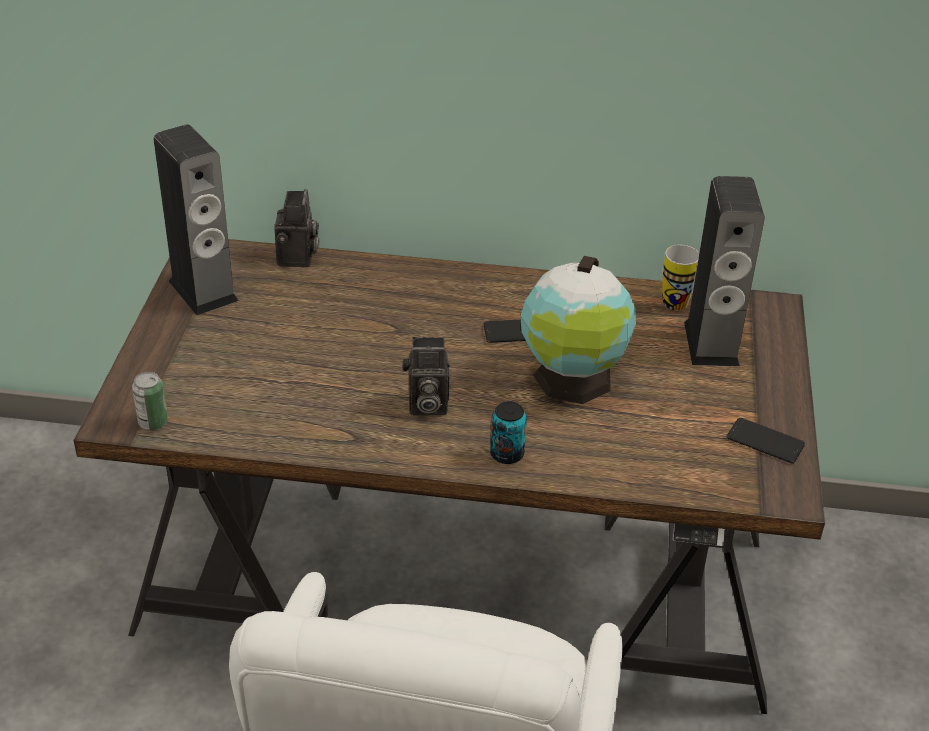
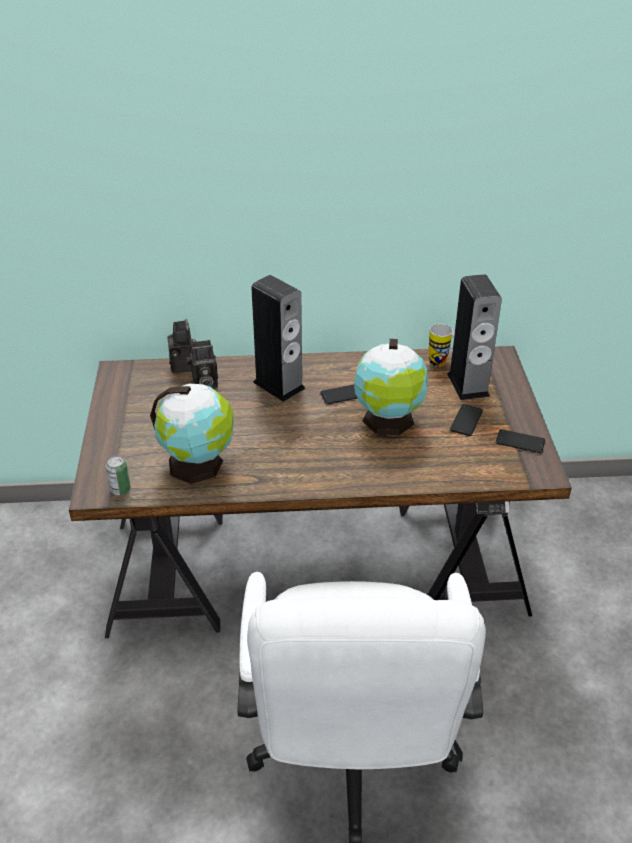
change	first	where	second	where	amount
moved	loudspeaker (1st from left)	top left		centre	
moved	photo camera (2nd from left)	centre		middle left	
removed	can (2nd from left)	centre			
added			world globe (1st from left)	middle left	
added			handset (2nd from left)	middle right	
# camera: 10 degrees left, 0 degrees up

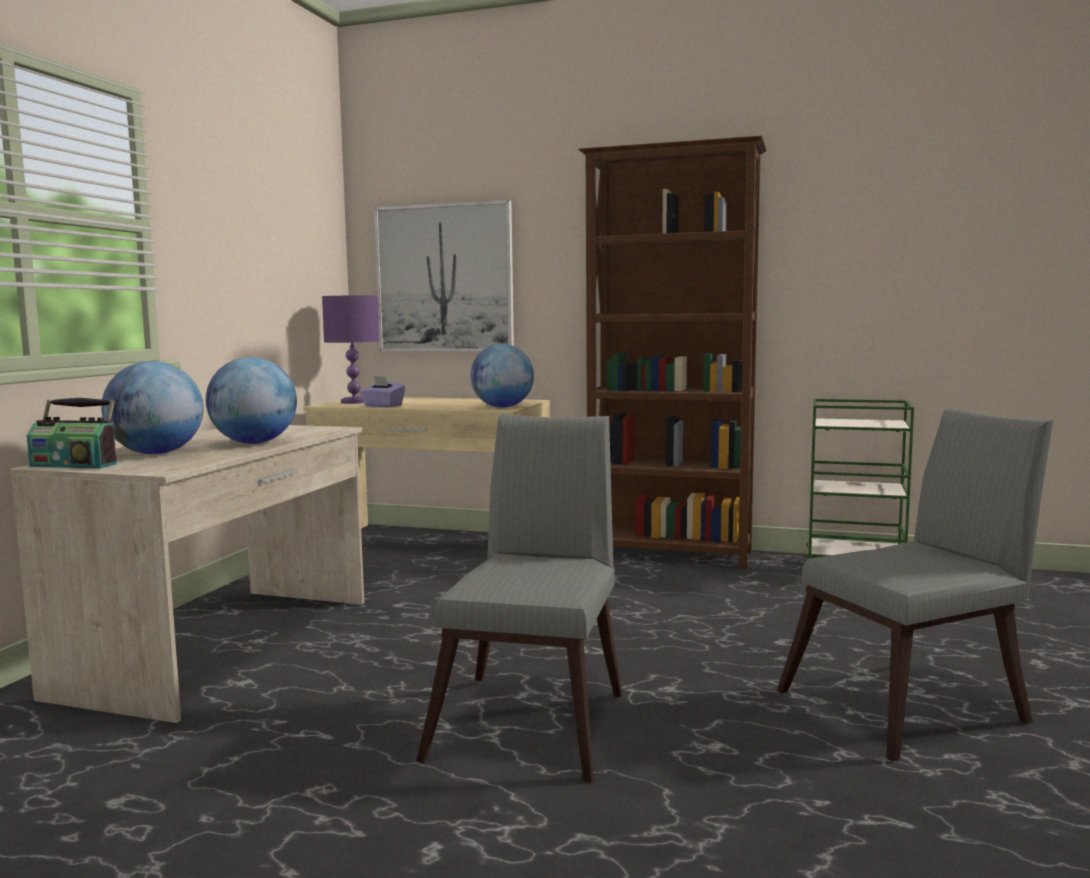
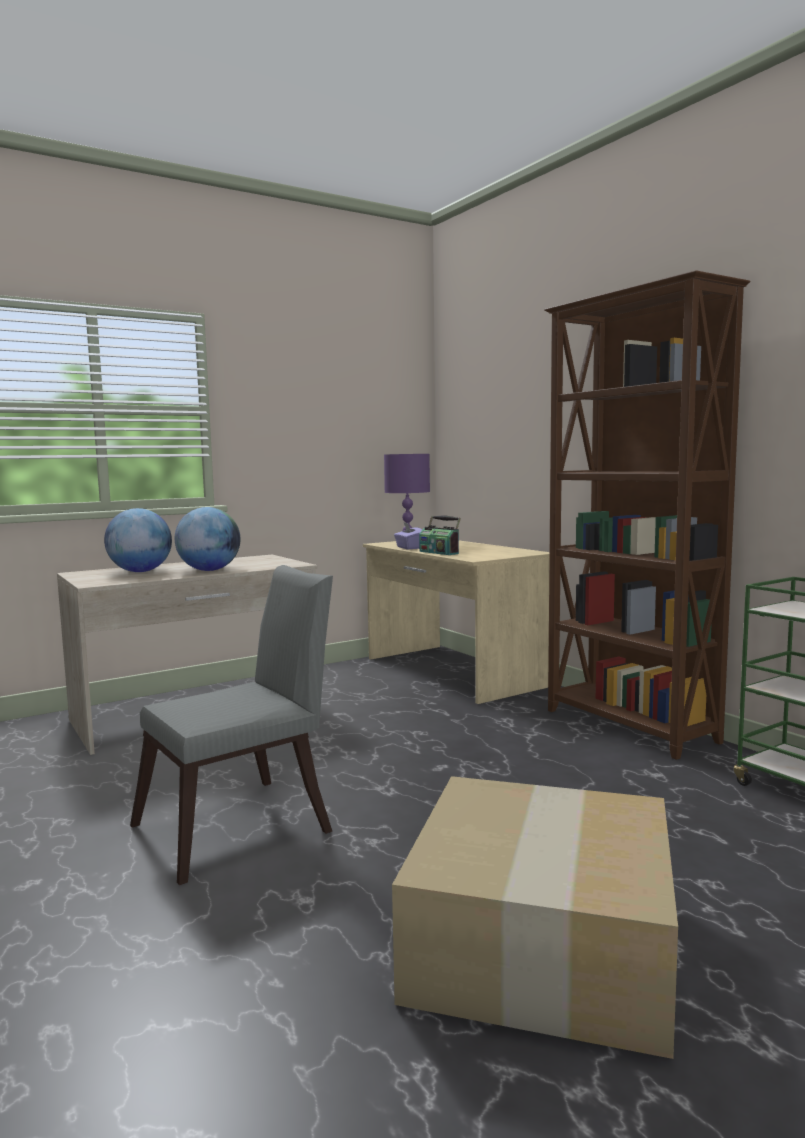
change	first	where	second	where	amount
removed	picture	top centre			
removed	world globe (3rd from left)	centre			
moved	radio receiver	middle left		centre	
replaced	greyish plain chair (2nd from left)	middle right	carton	bottom centre	
# camera: 40 degrees right, 0 degrees up

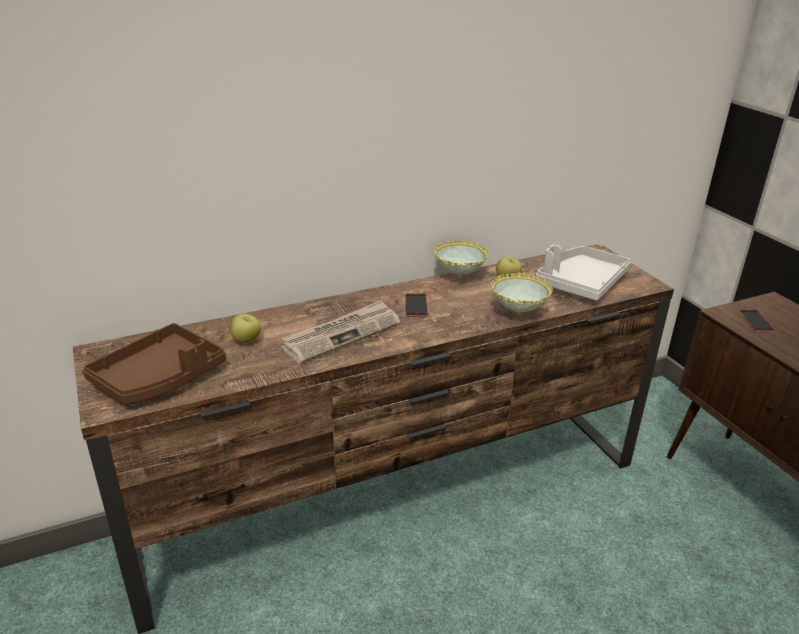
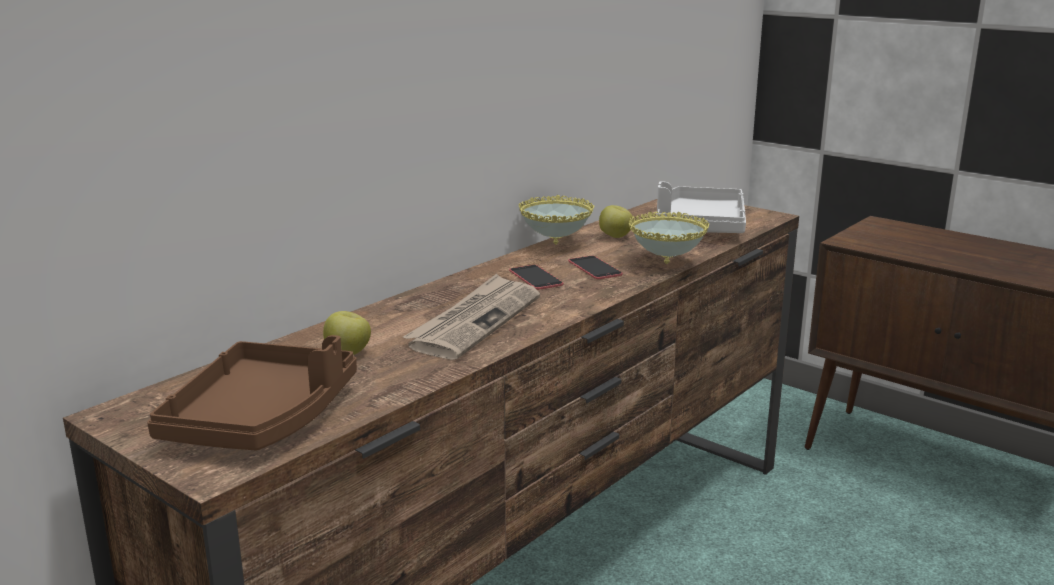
change	first	where	second	where	amount
moved	handset (2nd from left)	middle right		centre	
# camera: 25 degrees left, 10 degrees down

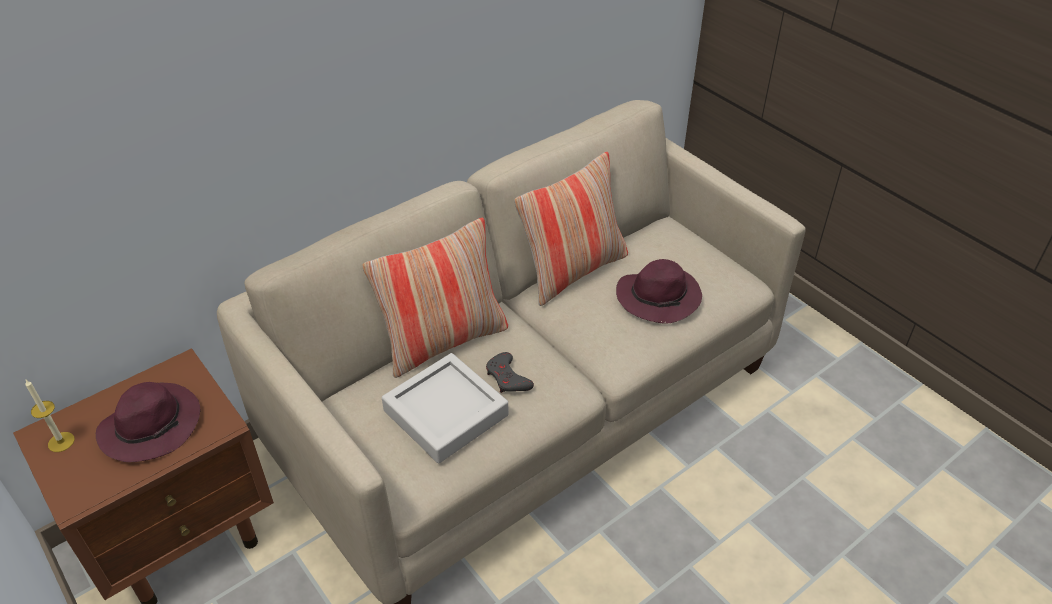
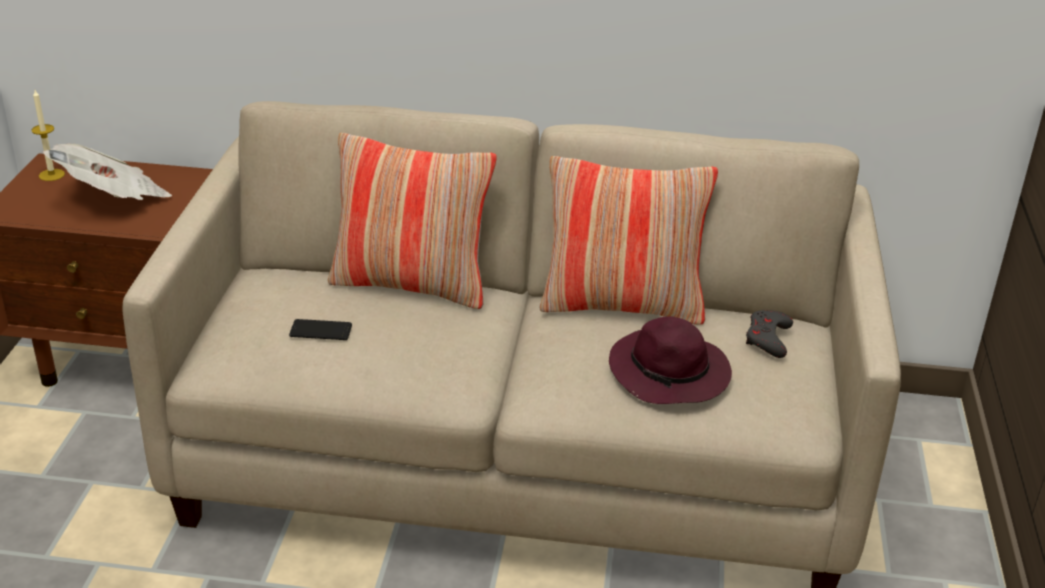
change	first	where	second	where	amount
moved	greyish joypad	centre		middle right	
replaced	greyish carrying tray	bottom centre	handset	middle left	
replaced	purple wearable hat (1st from left)	bottom left	newspaper	top left	
# camera: 45 degrees right, 10 degrees down

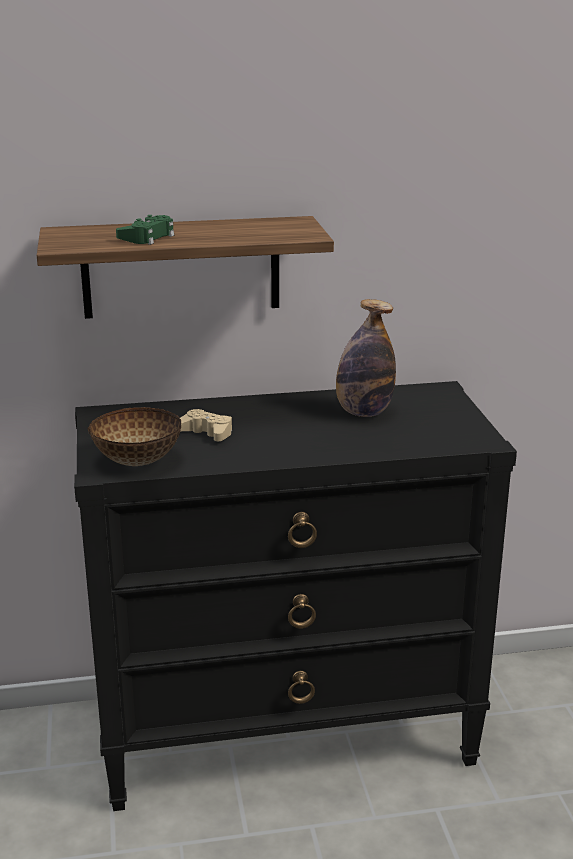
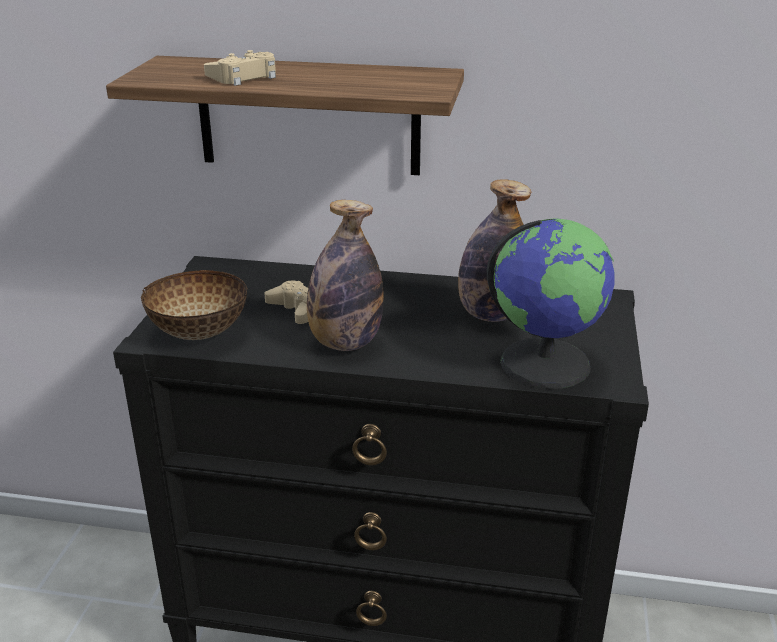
change	first	where	second	where	amount
recoloured	green joypad	top left	sand-coloured joypad (1st from left)	top left	
added			bottle (1st from left)	centre	
added			world globe	middle right	
# camera: 20 degrees right, 5 degrees up

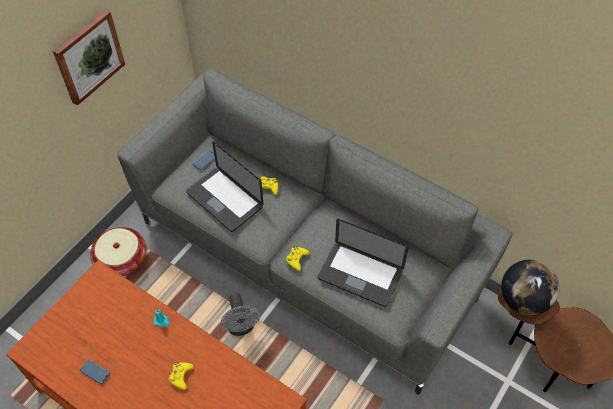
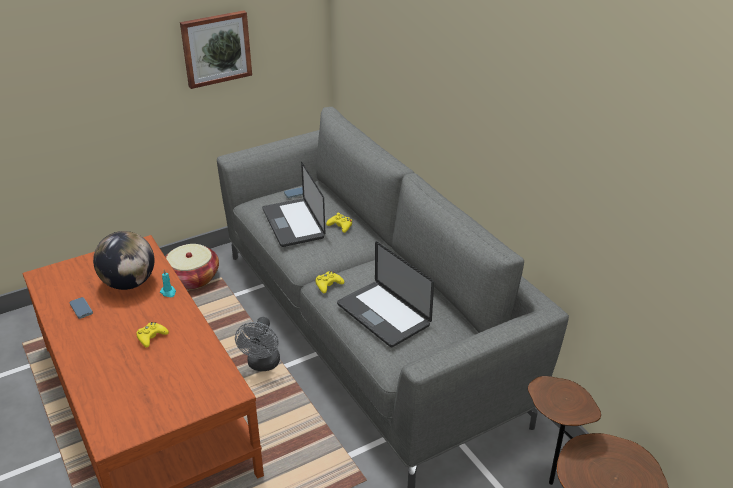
change	first	where	second	where	amount
moved	world globe	bottom right		middle left	
# camera: 25 degrees right, 20 degrees down

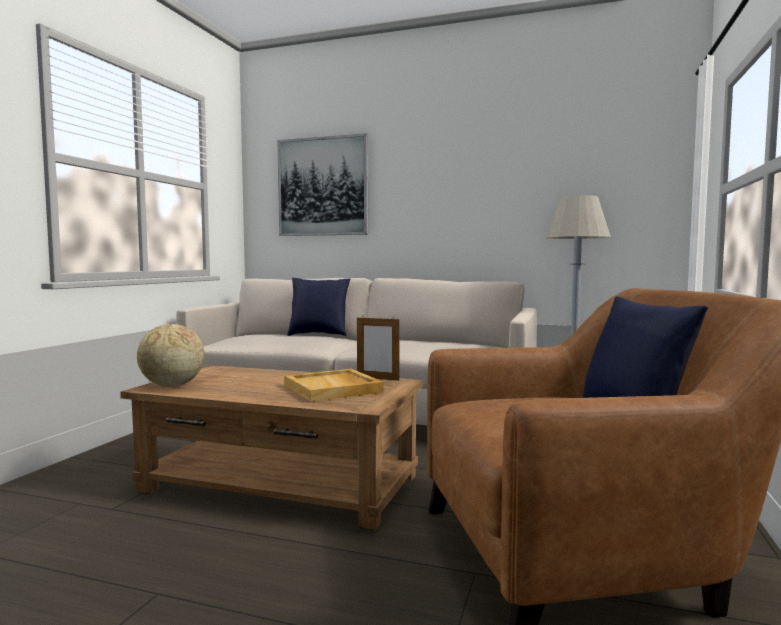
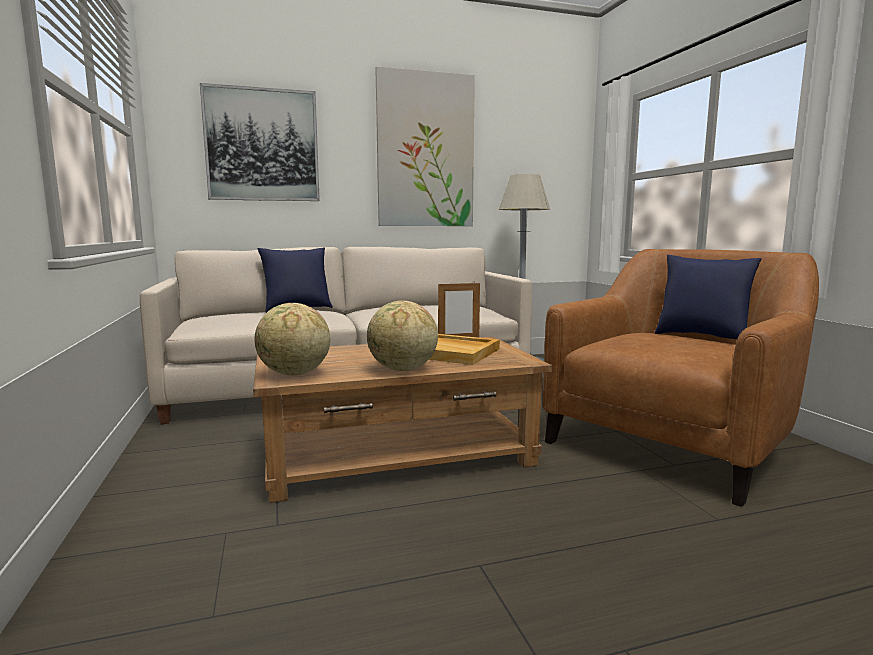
change	first	where	second	where	amount
added			picture (2nd from left)	top centre	
added			world globe (2nd from left)	centre	
# camera: 35 degrees left, 5 degrees up

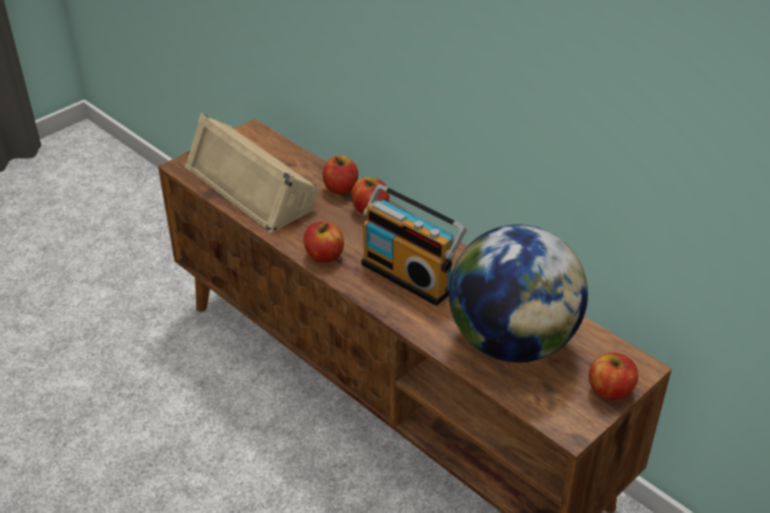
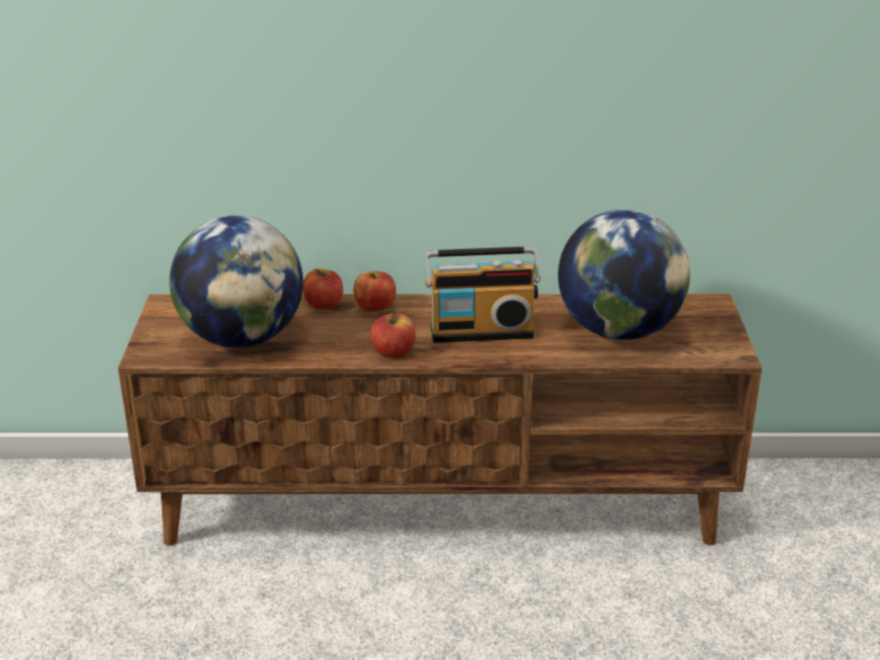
change	first	where	second	where	amount
replaced	sand-coloured loudspeaker	middle left	world globe (1st from left)	middle left	
removed	whole apple (4th from left)	bottom right			
# camera: 45 degrees left, 10 degrees down

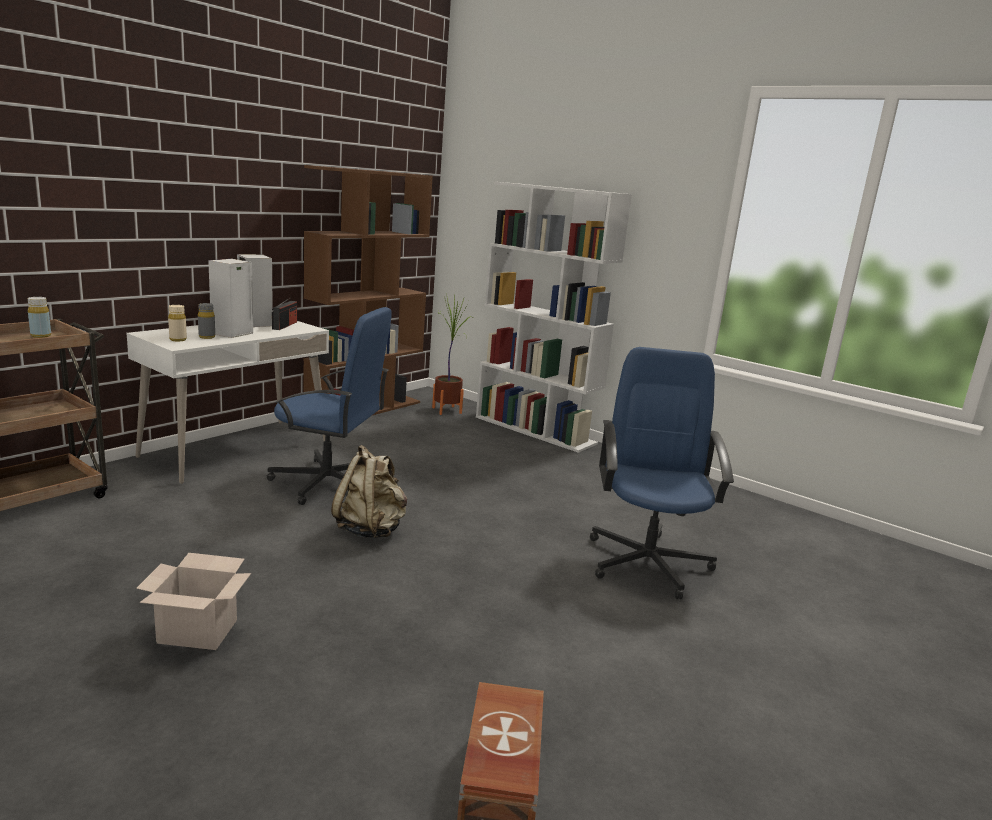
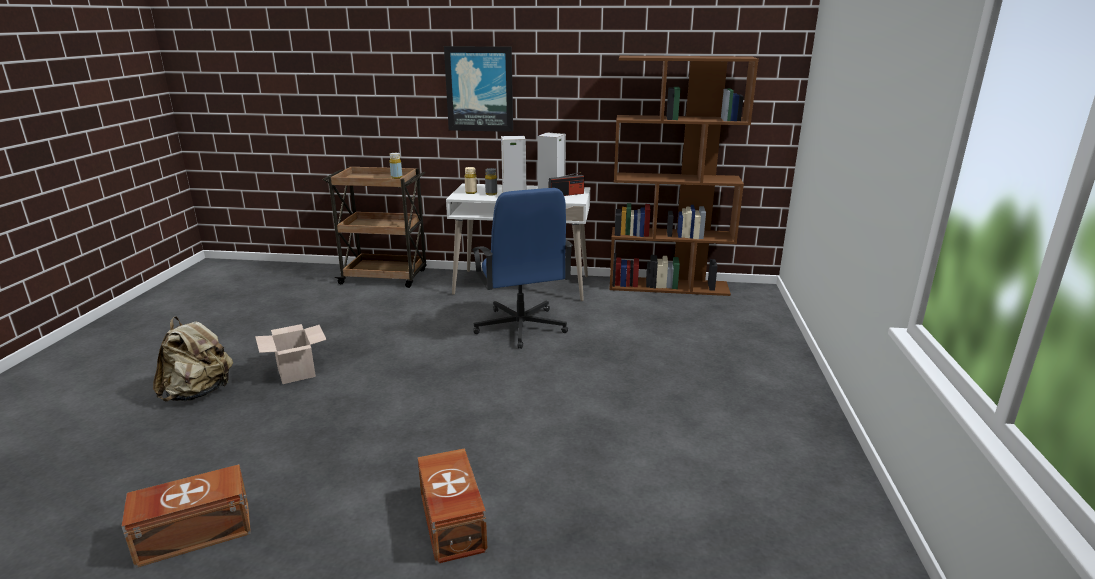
change	first	where	second	where	amount
removed	white bookshelf	centre			
removed	houseplant	centre			
removed	blue office chair (2nd from left)	middle right			
moved	sand-coloured rucksack	centre		middle left	
added			picture	top centre	
added			brown storage container (2nd from left)	bottom centre	
# camera: 60 degrees right, 5 degrees up

